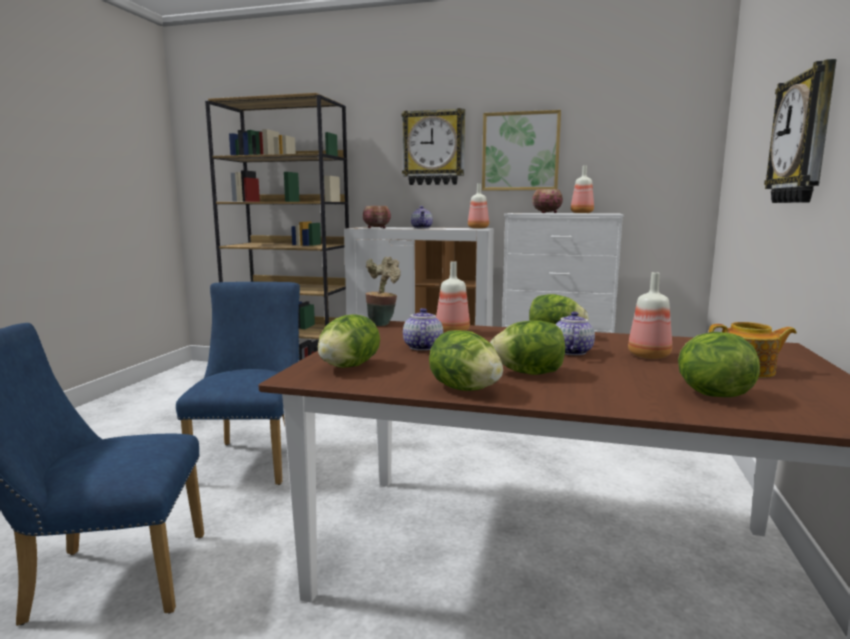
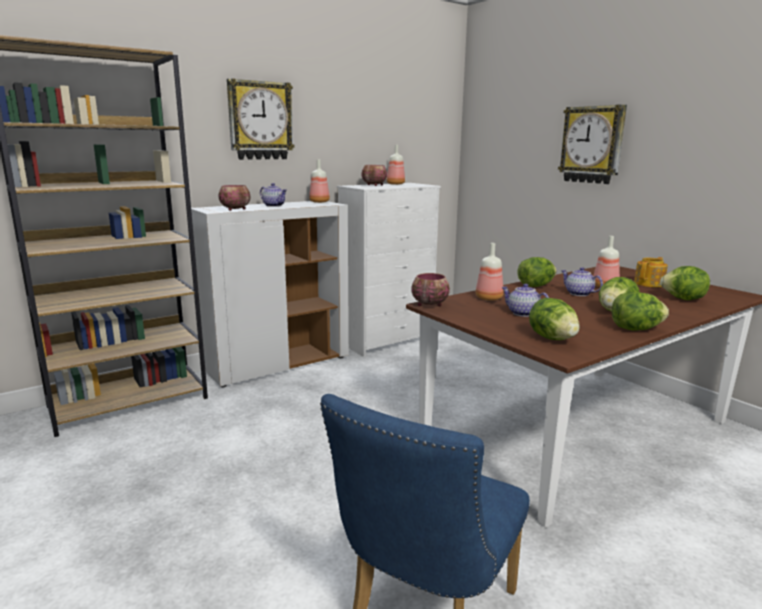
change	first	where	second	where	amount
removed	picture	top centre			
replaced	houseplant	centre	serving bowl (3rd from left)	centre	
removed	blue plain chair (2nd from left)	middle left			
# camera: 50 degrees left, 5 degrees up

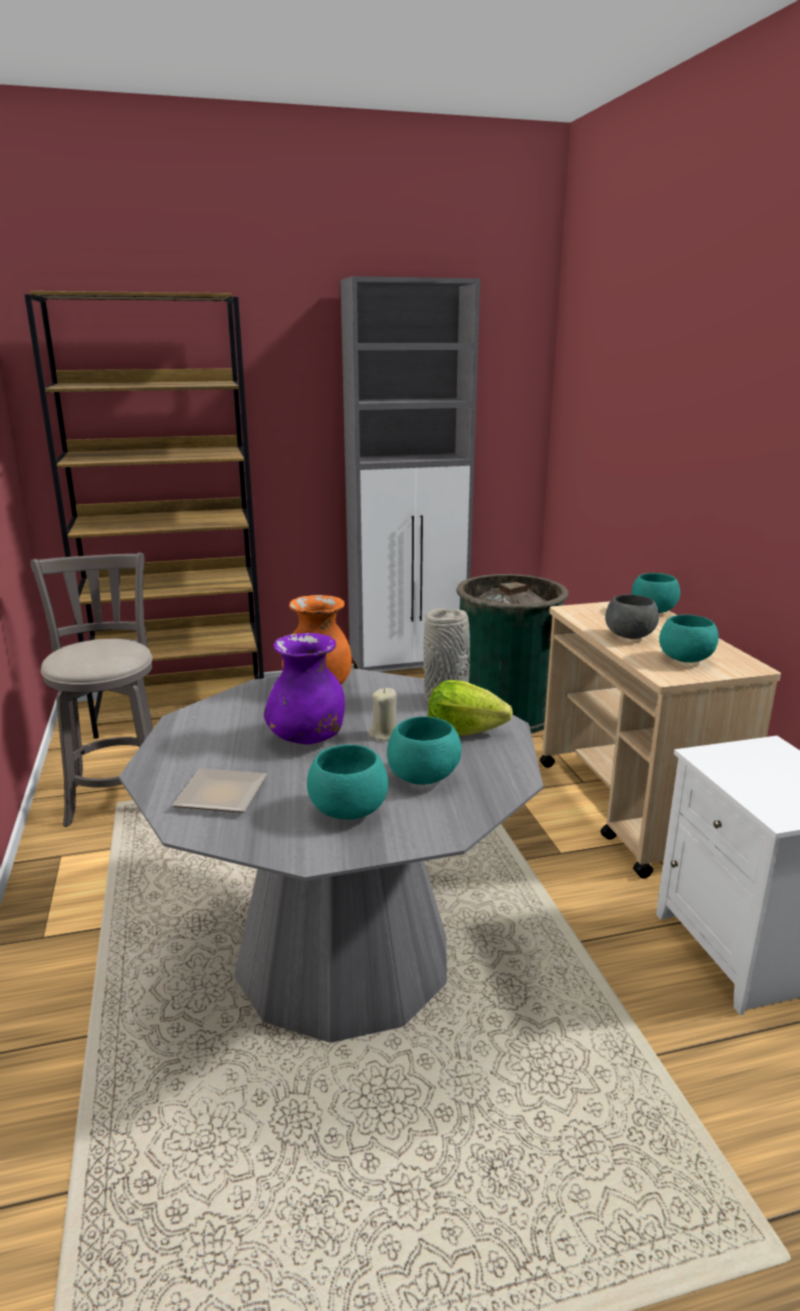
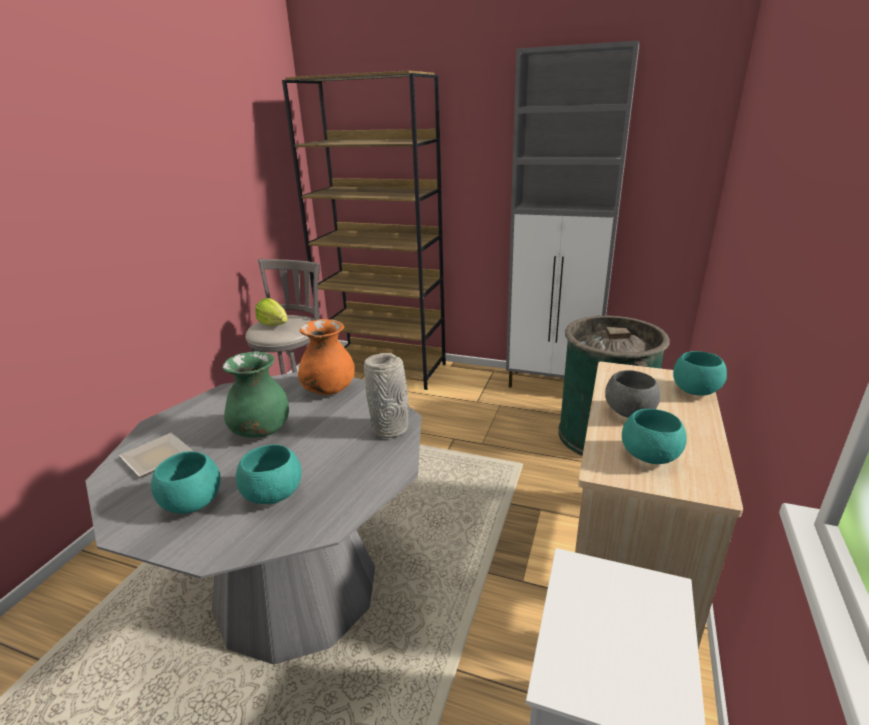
change	first	where	second	where	amount
recoloured	purple flower vase	centre	green flower vase	middle left	
moved	head of lettuce	centre		middle left	
removed	sand-coloured wax light	centre			
# camera: 35 degrees right, 5 degrees up

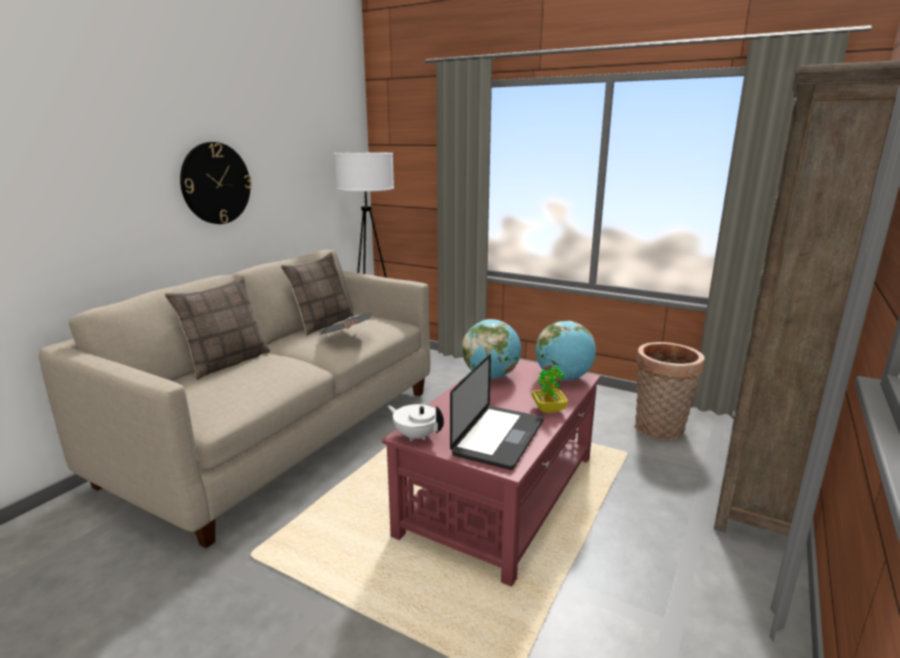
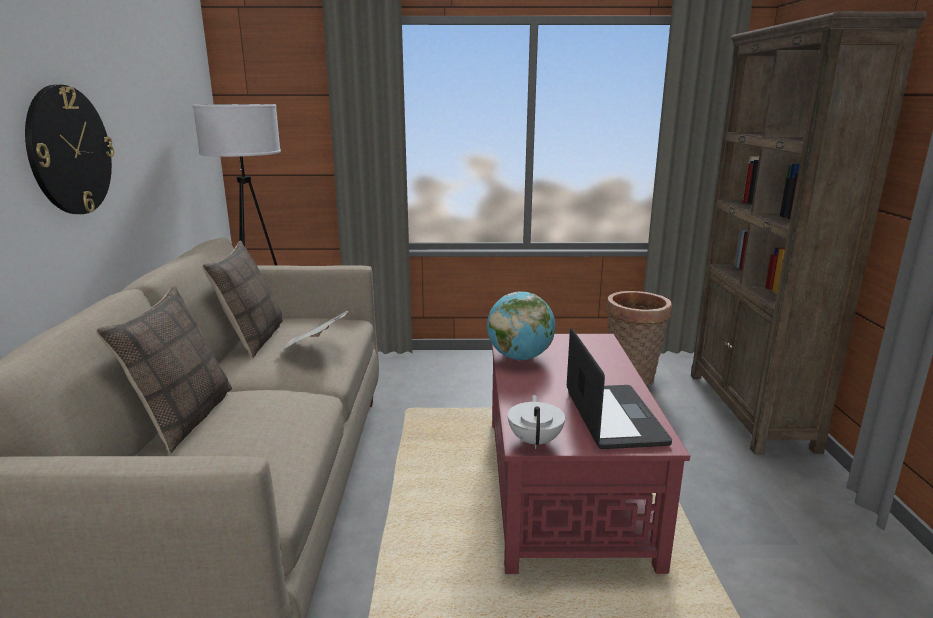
change	first	where	second	where	amount
removed	world globe (2nd from left)	centre			
removed	houseplant	centre			
turned	white tea pot	centre		bottom centre	90 degrees clockwise
# camera: 30 degrees left, 0 degrees up

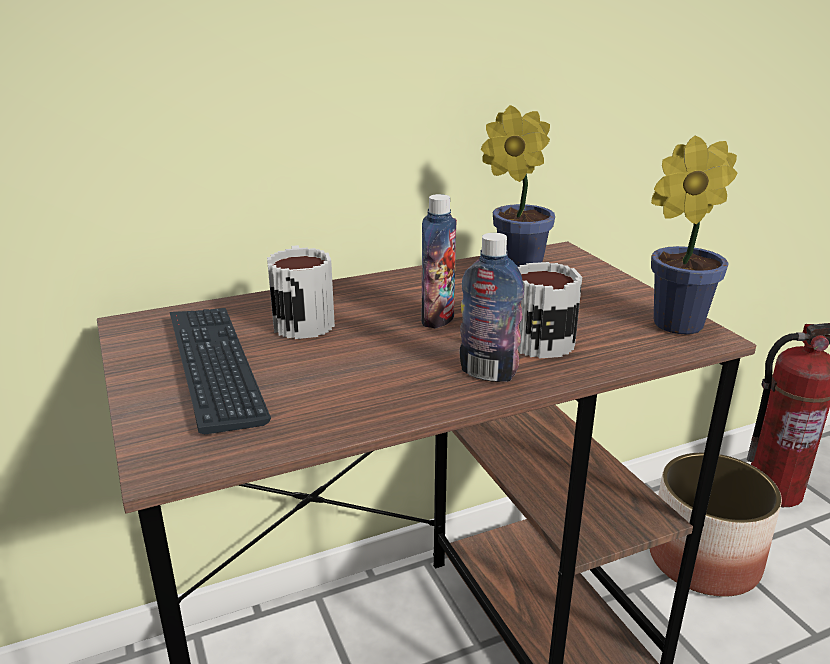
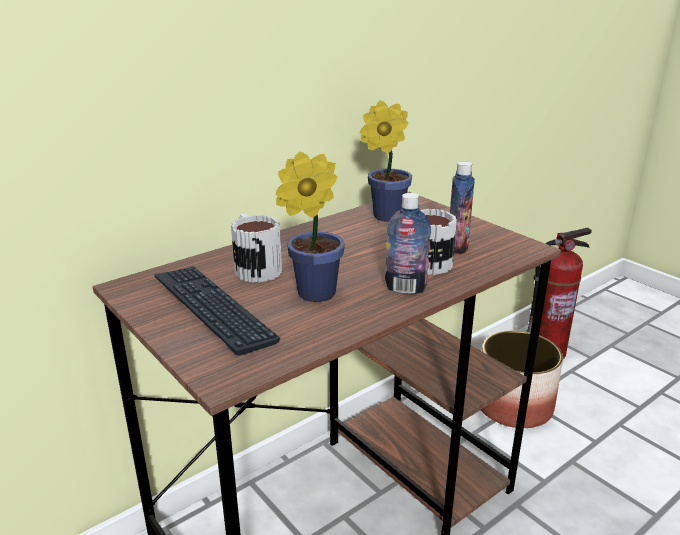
change	first	where	second	where	amount
moved	houseplant (2nd from left in the first image)	middle right	houseplant (1st from left)	centre	
moved	bottle (1st from left in the first image)	centre	bottle (2nd from left)	middle right	
# camera: 15 degrees left, 0 degrees up

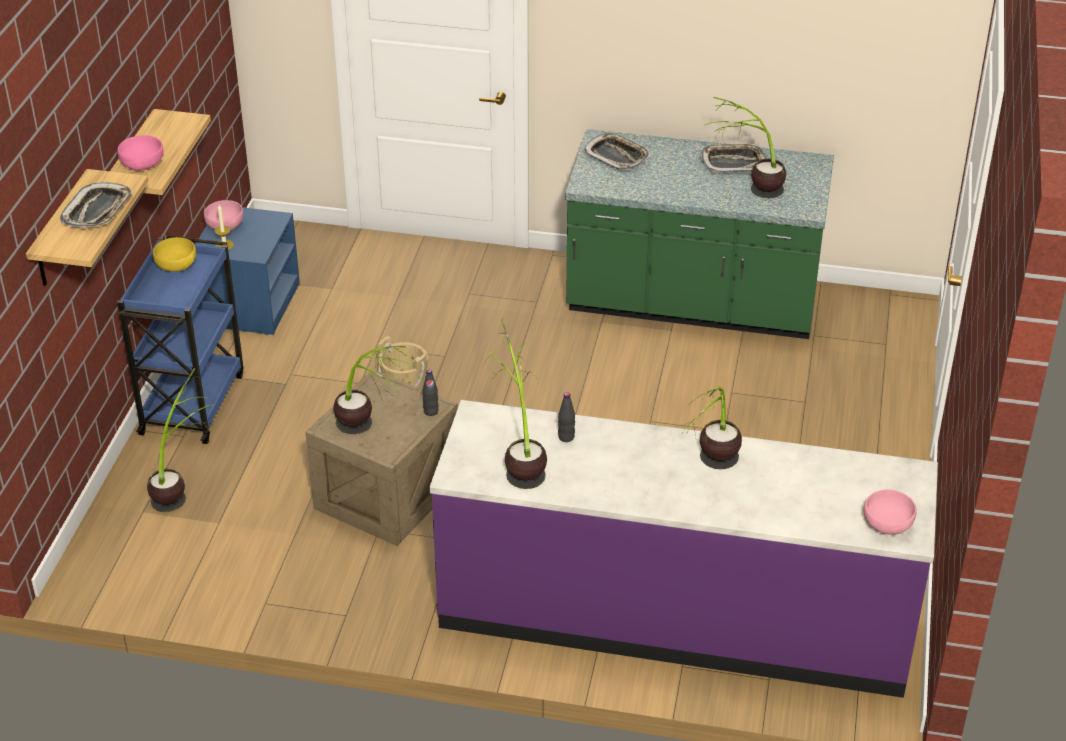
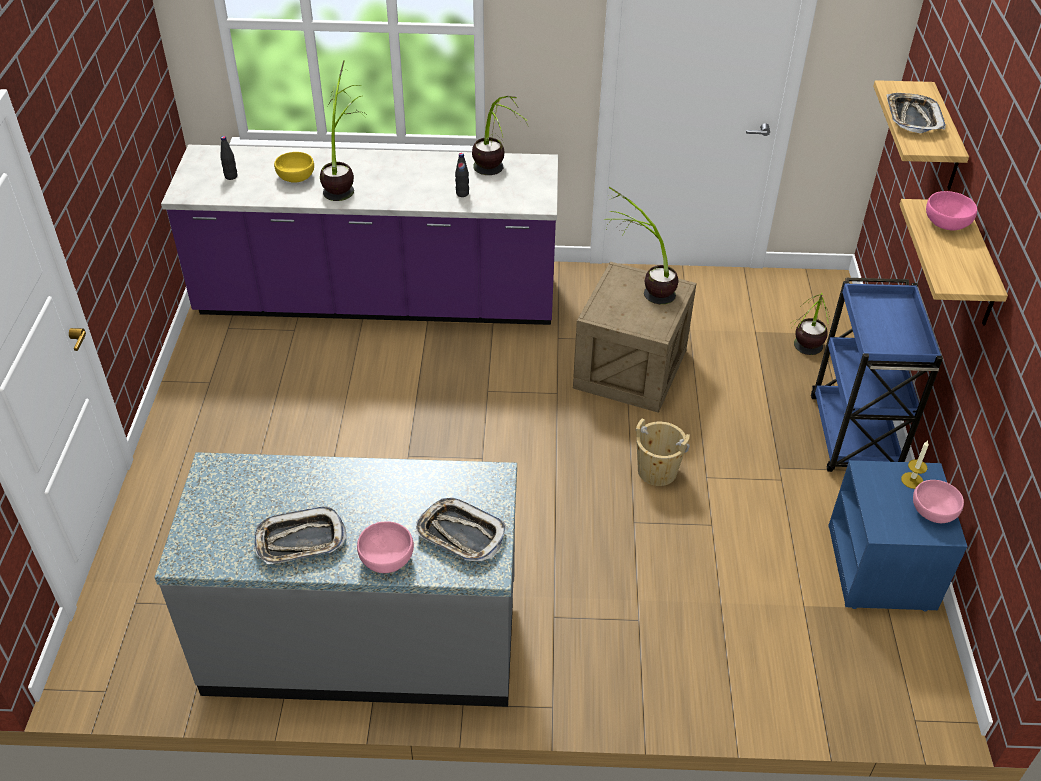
change	first	where	second	where	amount
removed	houseplant (5th from left)	top right			
recoloured	green kitchen base unit	top centre	greyish kitchen base unit	bottom left	
moved	yellowish serving bowl	middle left		top left	
moved	black bottle (1st from left)	centre		top left	
moved	pinkish serving bowl (3rd from left in the first image)	bottom right	pinkish serving bowl (1st from left)	bottom centre	
# camera: 170 degrees right, 5 degrees up

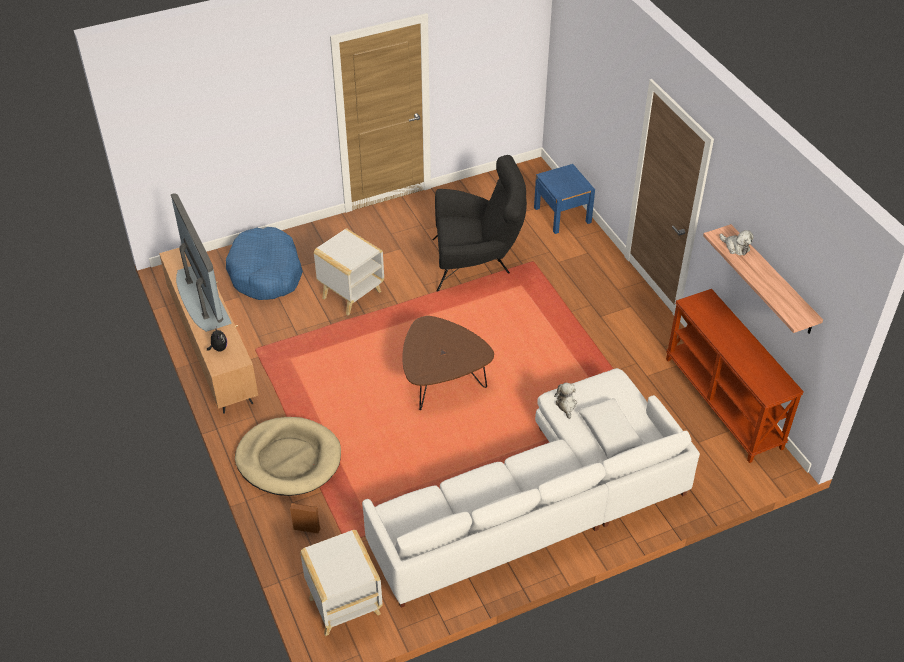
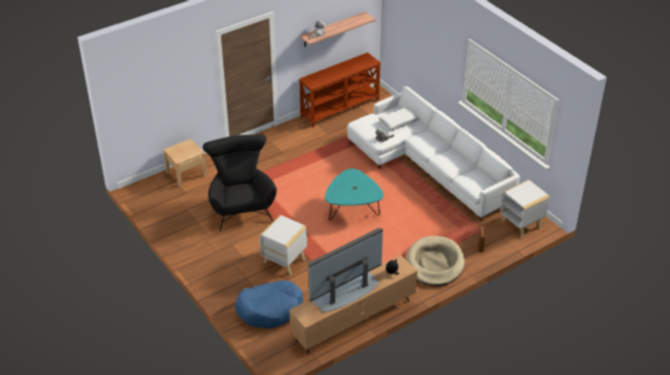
change	first	where	second	where	amount
recoloured	blue bedside table	top centre	sand-coloured bedside table	middle left	
recoloured	brown coffee table	centre	blue-green coffee table	centre	
# camera: 100 degrees left, 5 degrees down

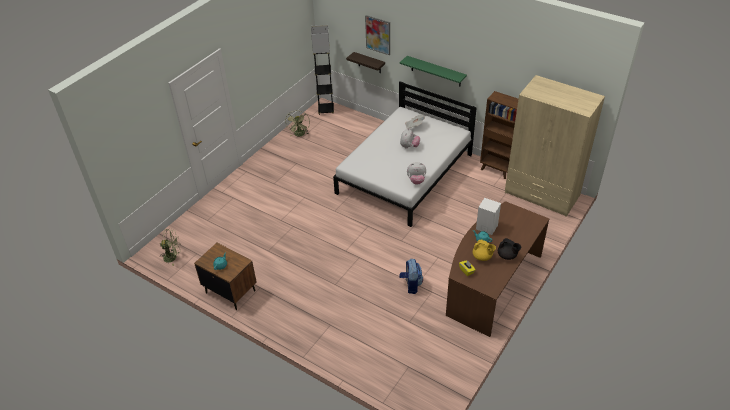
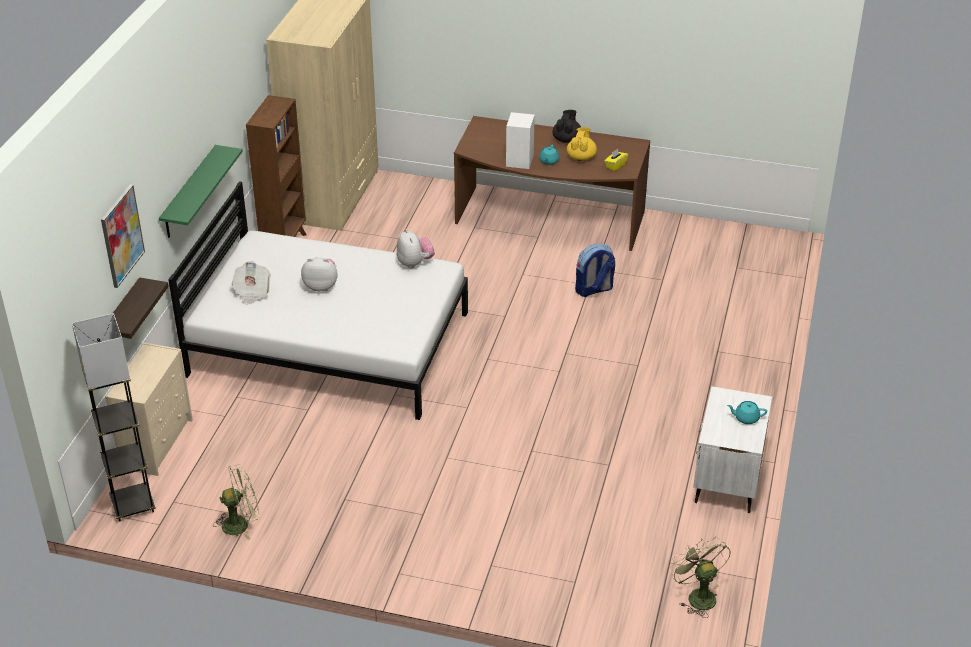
change	first	where	second	where	amount
recoloured	brown bedside table	bottom left	white bedside table	bottom right	
added			sand-coloured drawer chest	middle left	
# camera: 110 degrees left, 5 degrees down

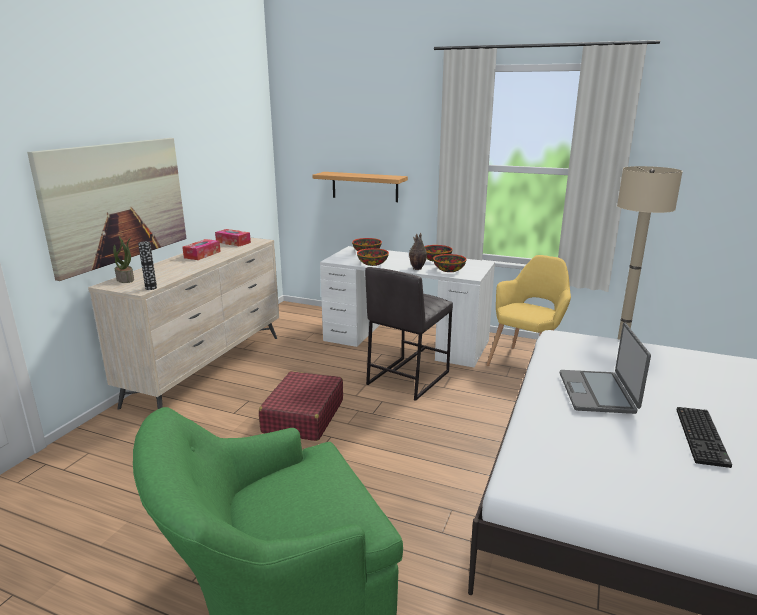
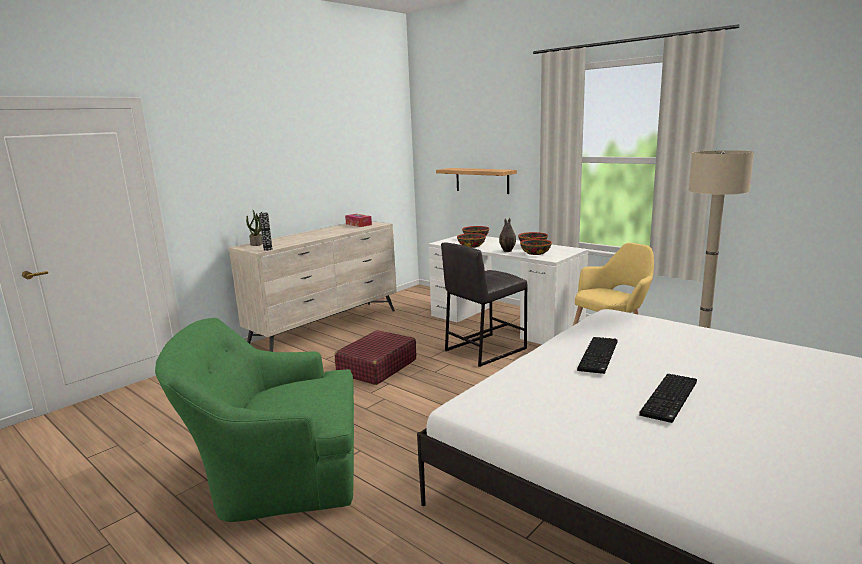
change	first	where	second	where	amount
removed	picture	middle left			
removed	box of tissues (1st from left)	middle left			
replaced	notebook computer	middle right	keyboard (1st from left)	middle right	
# camera: 20 degrees right, 5 degrees down

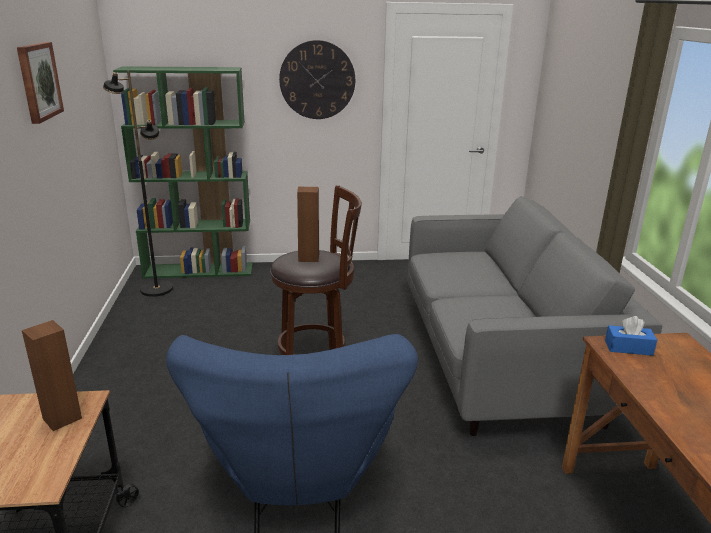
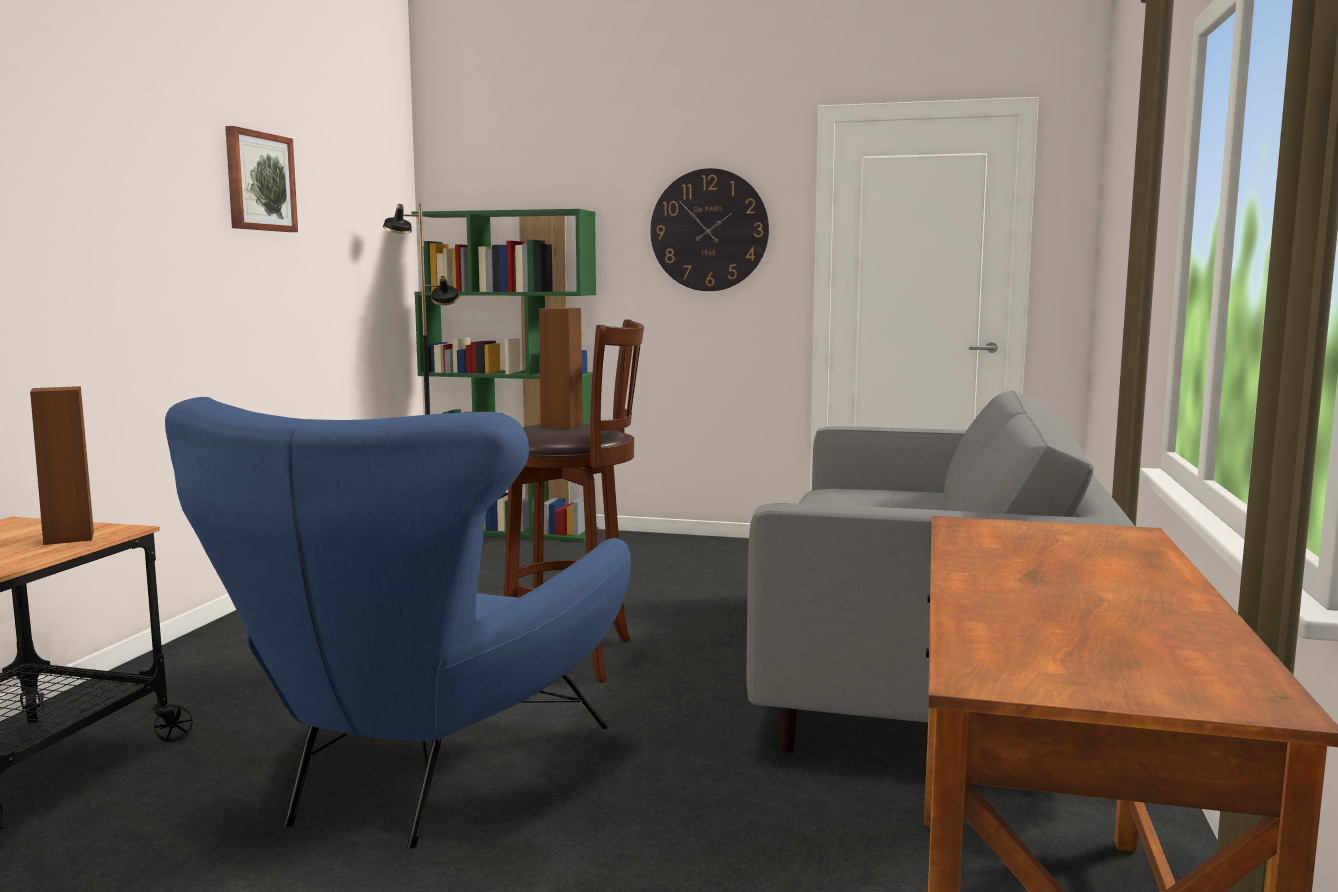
change	first	where	second	where	amount
removed	blue box of tissues	middle right			
# camera: 20 degrees right, 15 degrees down

